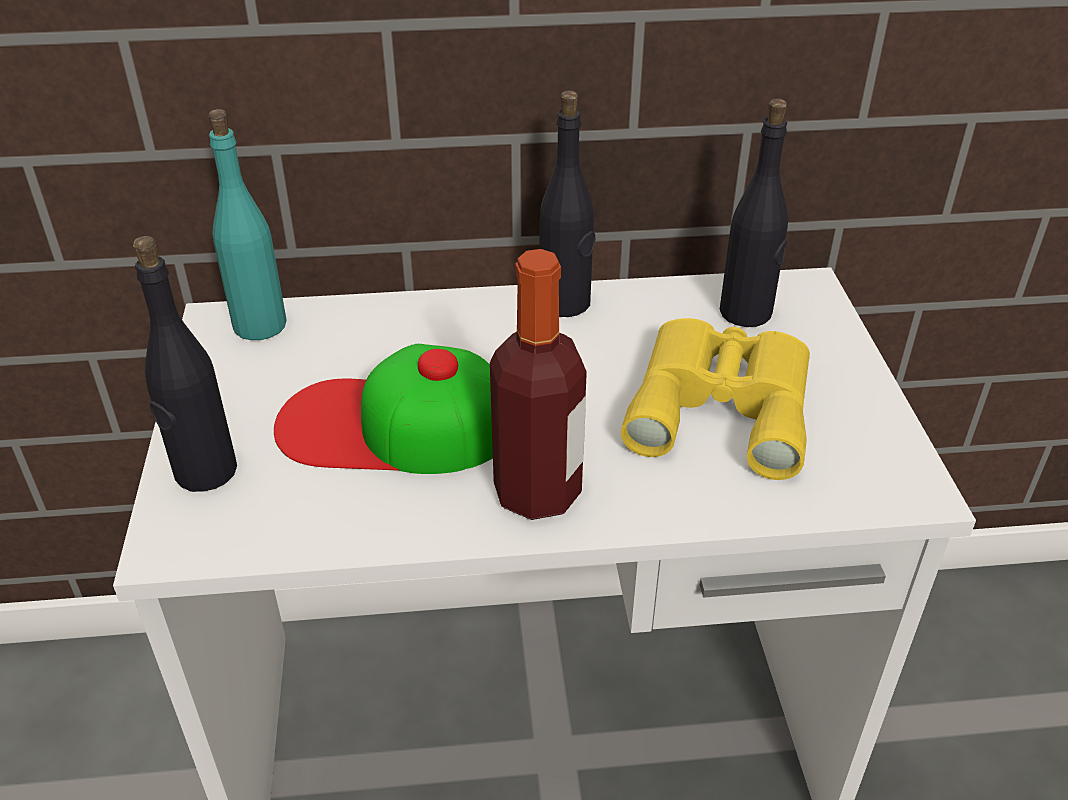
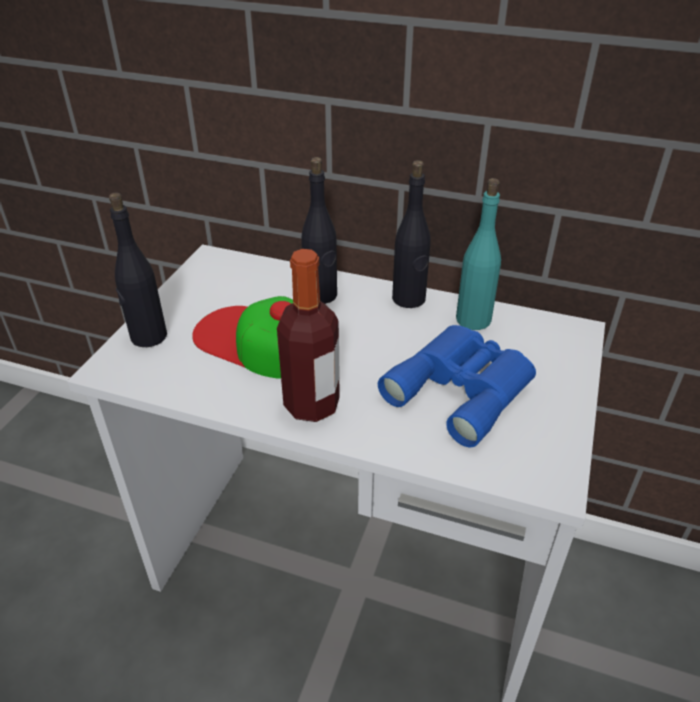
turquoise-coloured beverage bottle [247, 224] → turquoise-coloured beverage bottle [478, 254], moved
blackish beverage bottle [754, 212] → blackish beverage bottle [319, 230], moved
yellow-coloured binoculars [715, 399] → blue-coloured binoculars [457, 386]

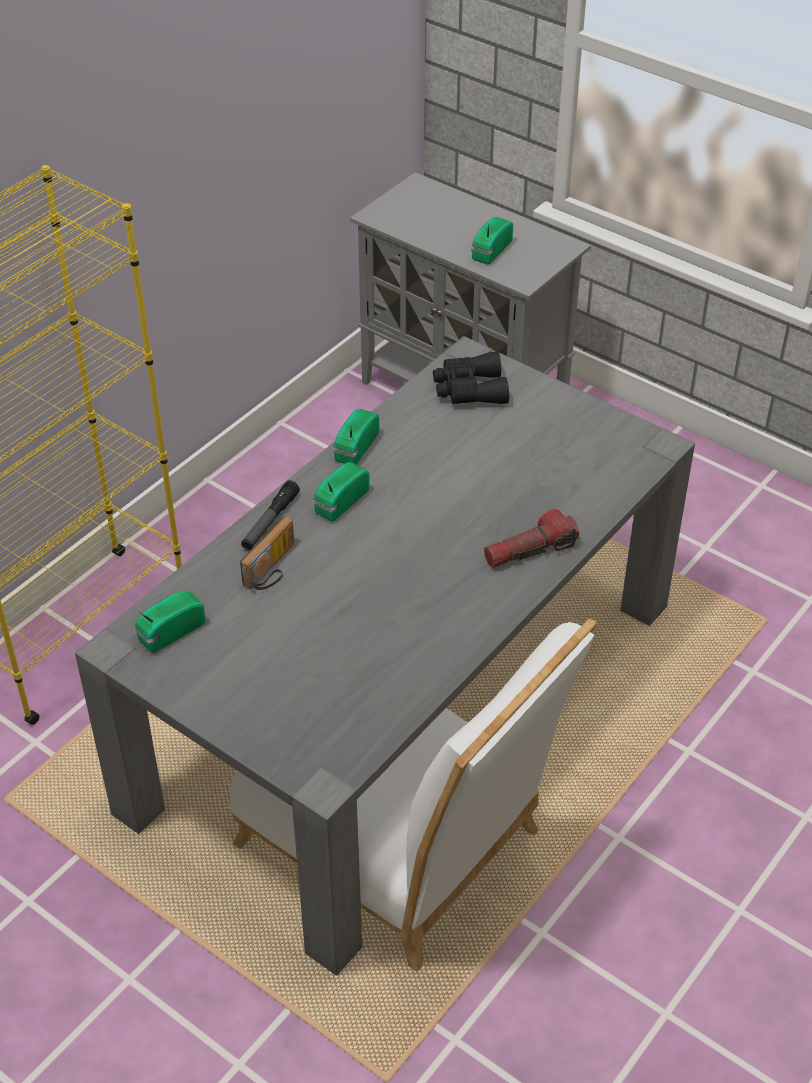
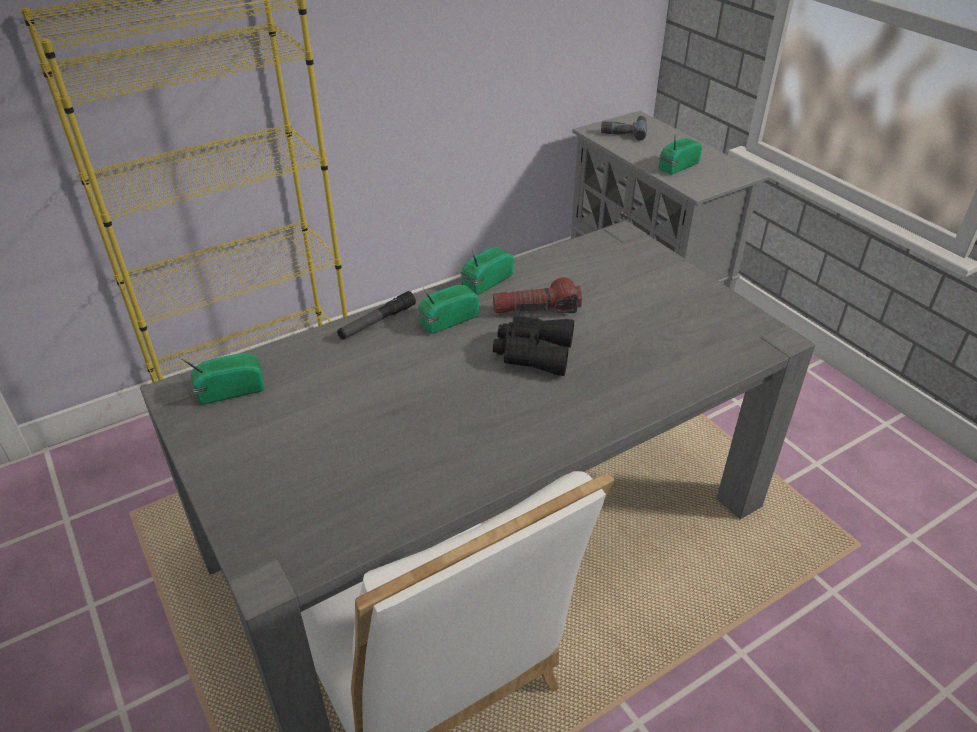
radio receiver [267, 553] → -
- → drill [624, 128]
blackish binoculars [471, 377] → blackish binoculars [533, 346], moved
hand torch [531, 538] → hand torch [537, 295], moved

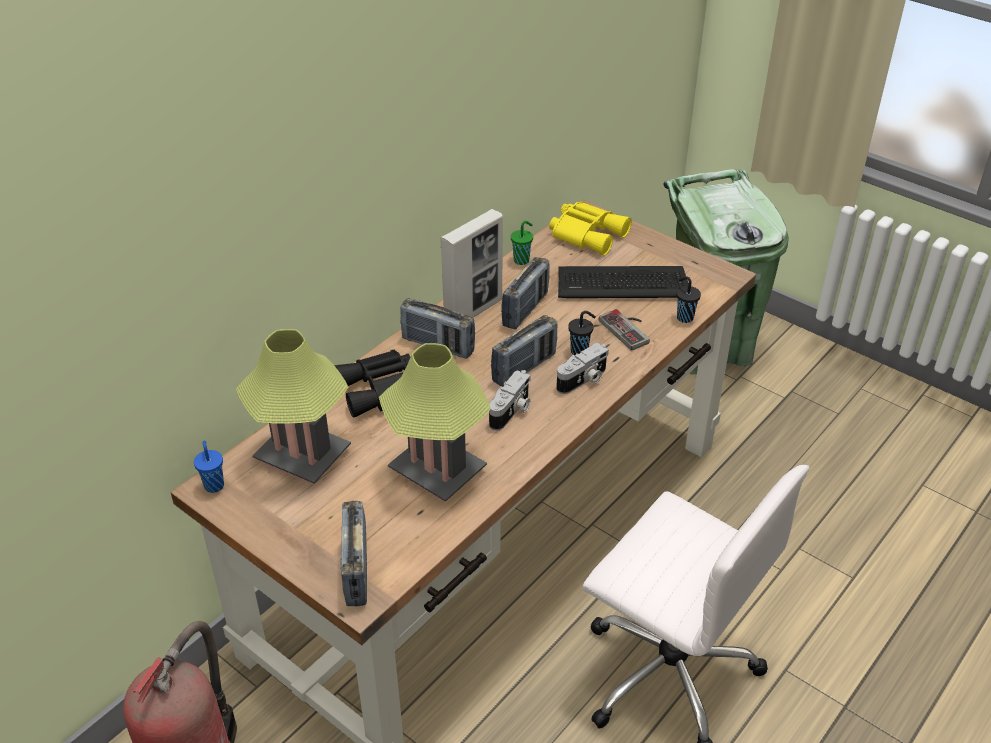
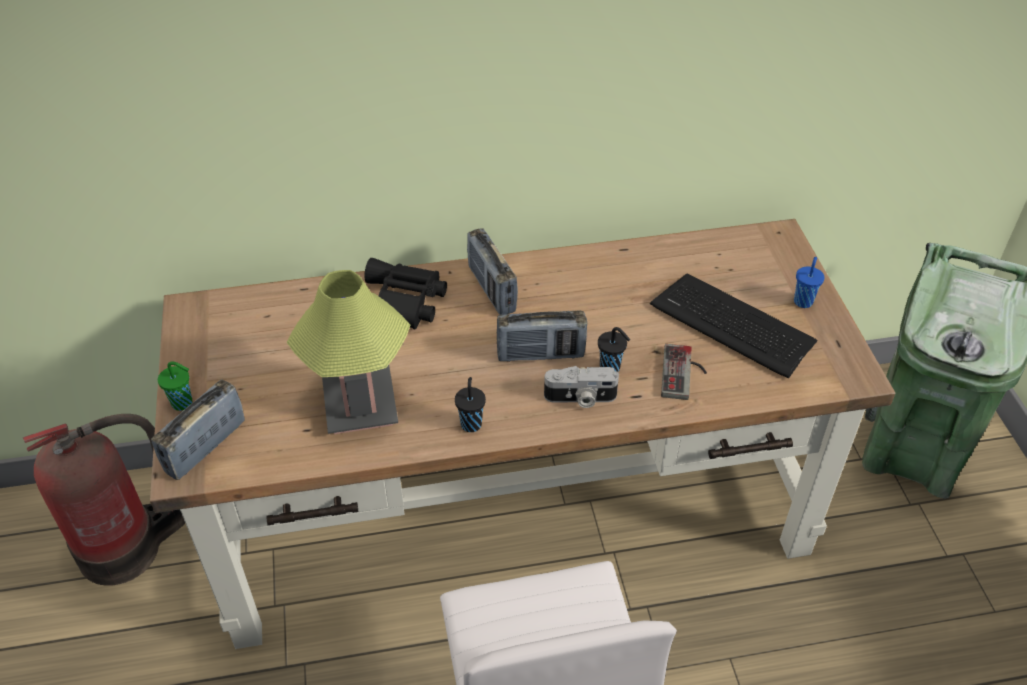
lamp for a table [293, 407] → -
photo frame [471, 263] → -
still camera [510, 400] → -
radio receiver [525, 293] → -
yellow-coloured binoculars [590, 229] → -
blue-coloured cup [209, 467] → blue-coloured cup [809, 282], moved
green-coloured cup [522, 243] → green-coloured cup [175, 386], moved
blackish cup [688, 299] → blackish cup [470, 404], moved

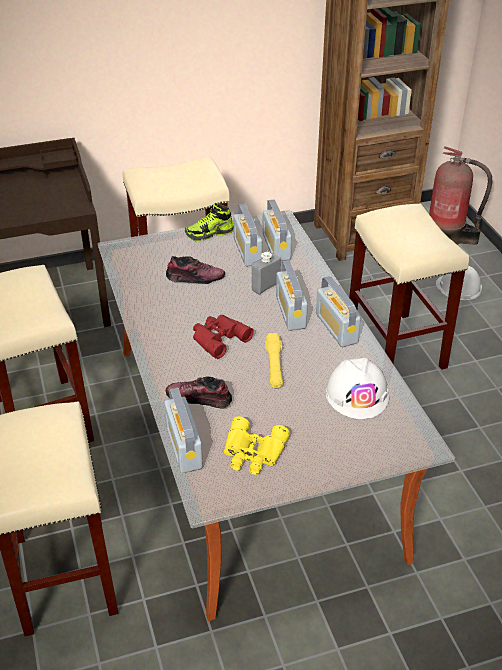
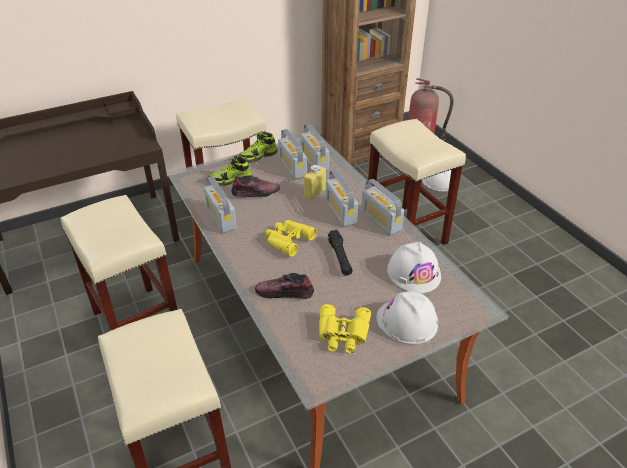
- → shoe [230, 171]
- → whitish safety helmet [407, 317]
radio receiver [183, 430] → radio receiver [220, 204], moved
reddish binoculars [223, 337] → yellow-coloured binoculars [291, 238]
gray beverage bottle [266, 273] → yellow-coloured beverage bottle [315, 183]
yellow-coloured hand torch [274, 360] → blackish hand torch [340, 253]

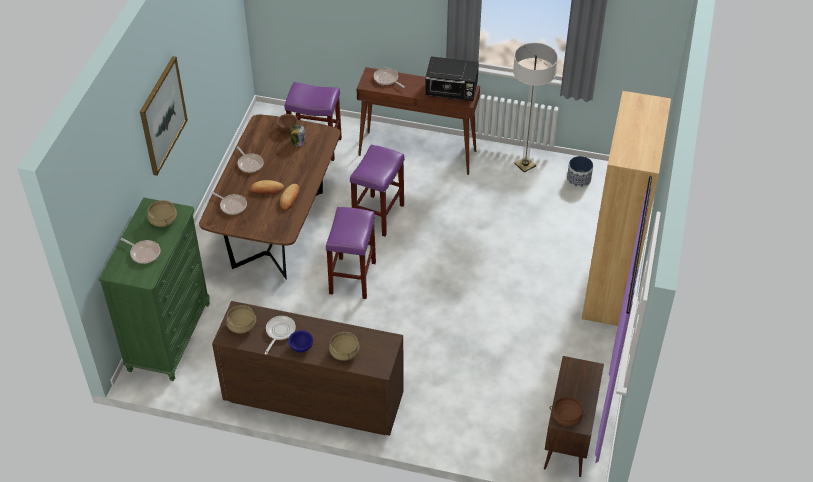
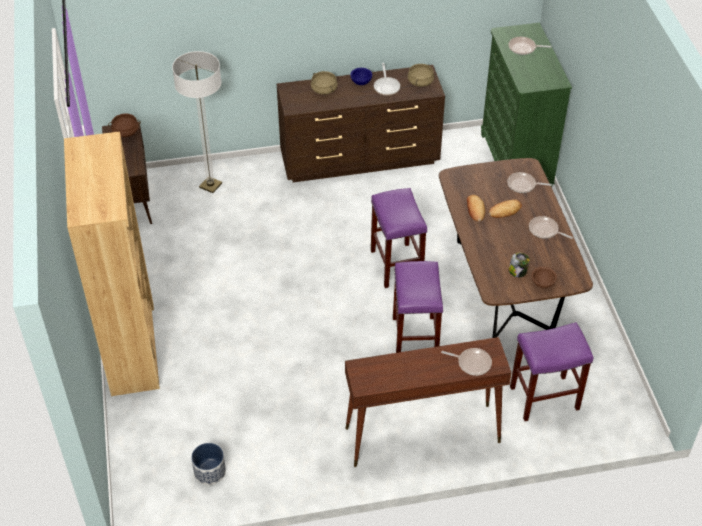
wall art [164, 116] → -
beige stockpot [162, 213] → -
blackish microwave oven [452, 79] → -
standing lamp [535, 108] → standing lamp [197, 122], moved

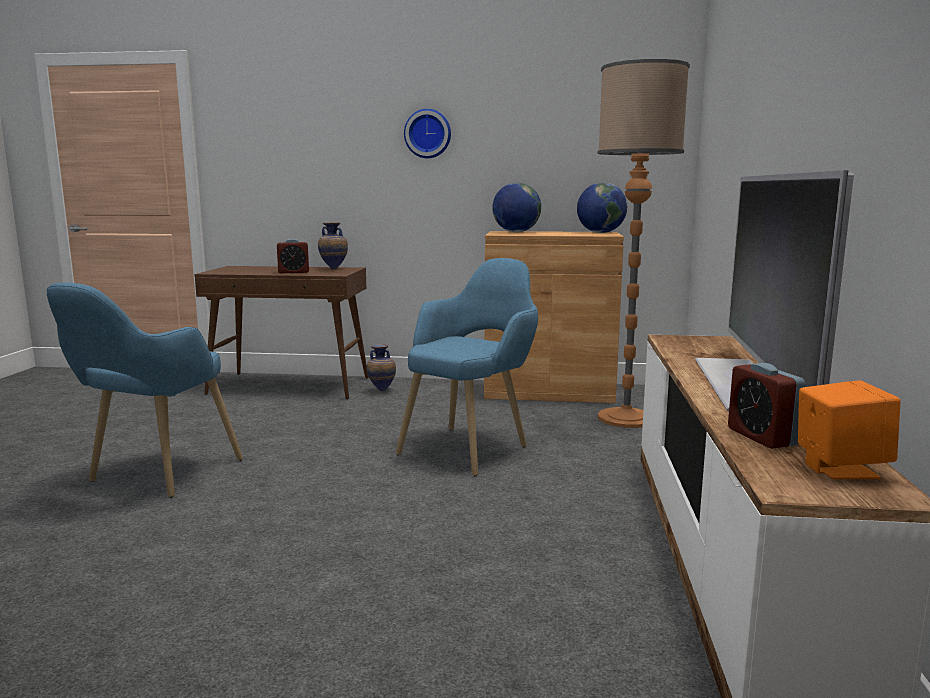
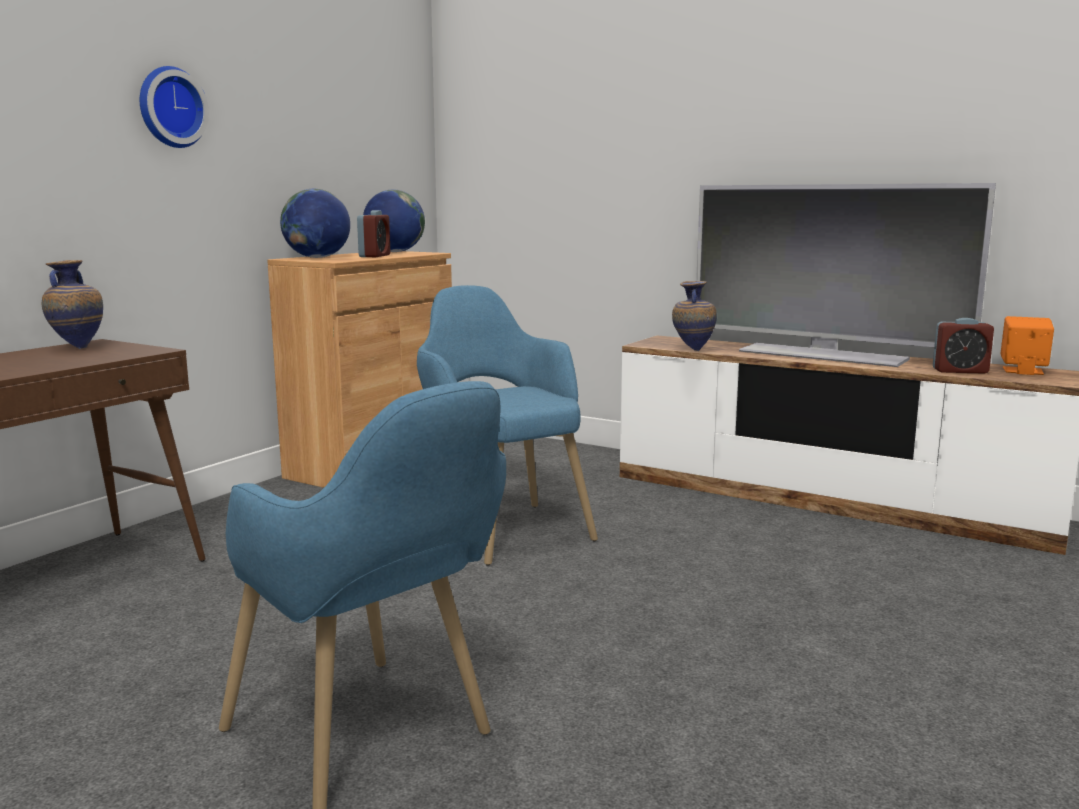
standing lamp [644, 243] → -
alarm clock [293, 256] → alarm clock [373, 233], moved
vase [381, 368] → vase [694, 316], moved

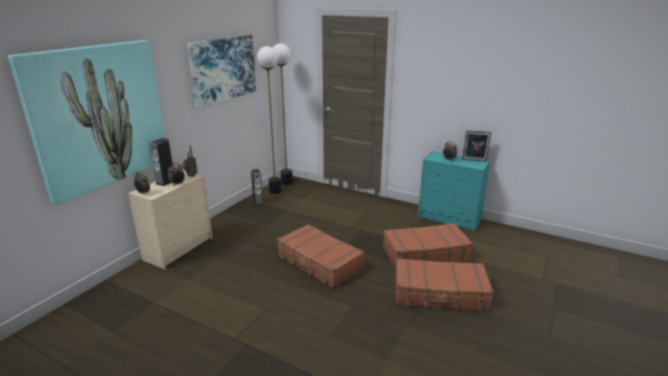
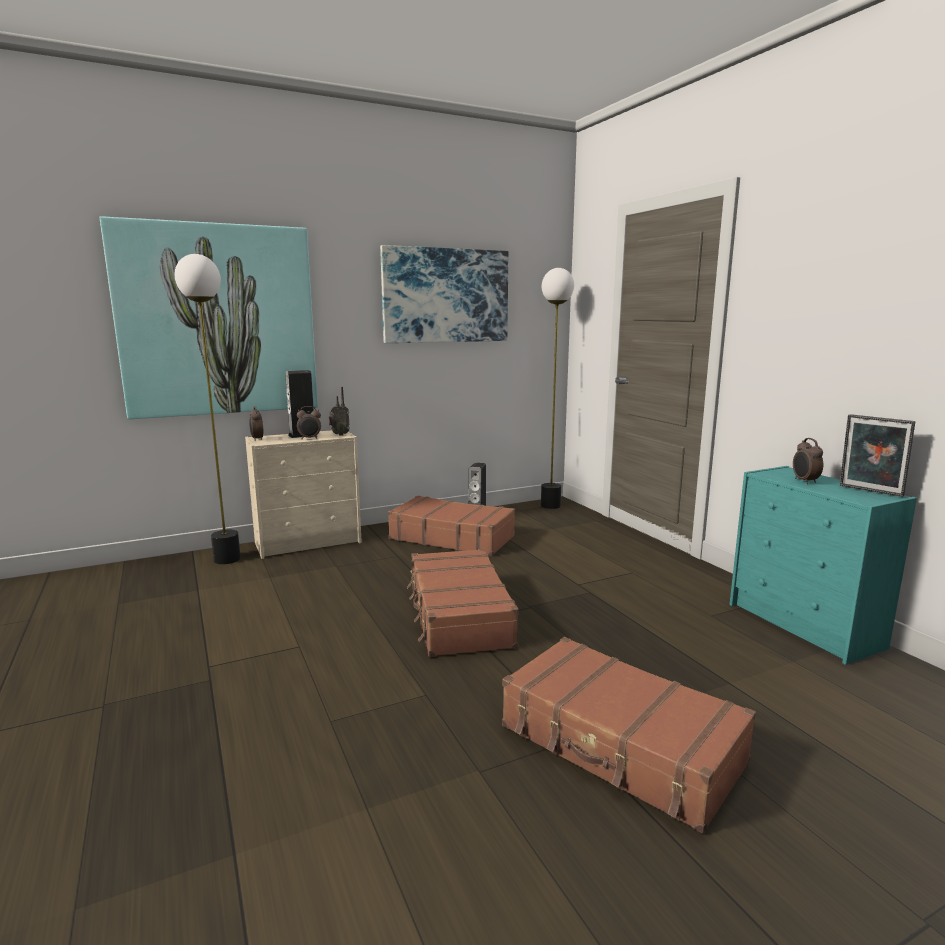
standing lamp [269, 120] → standing lamp [208, 409], moved
brown-coloured suitcase [428, 246] → brown-coloured suitcase [451, 526], moved

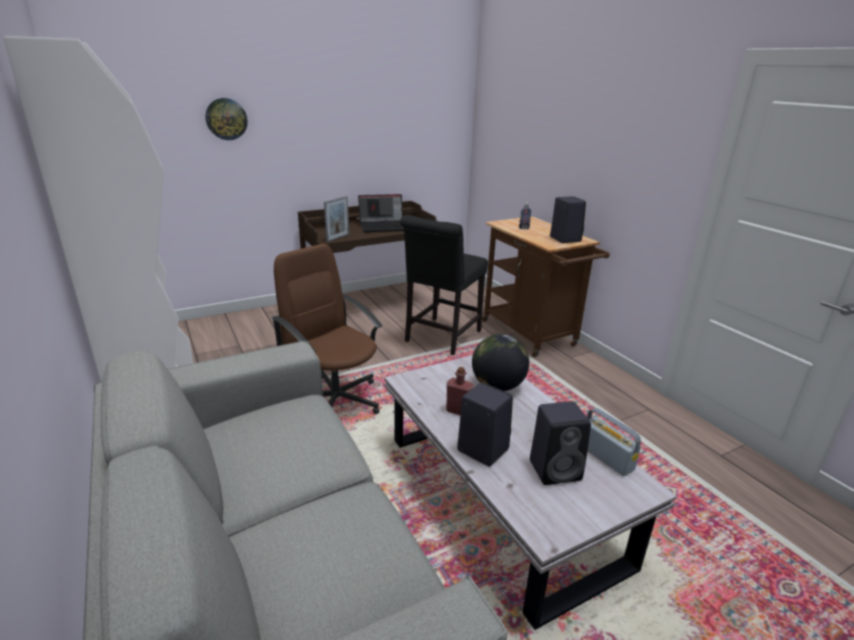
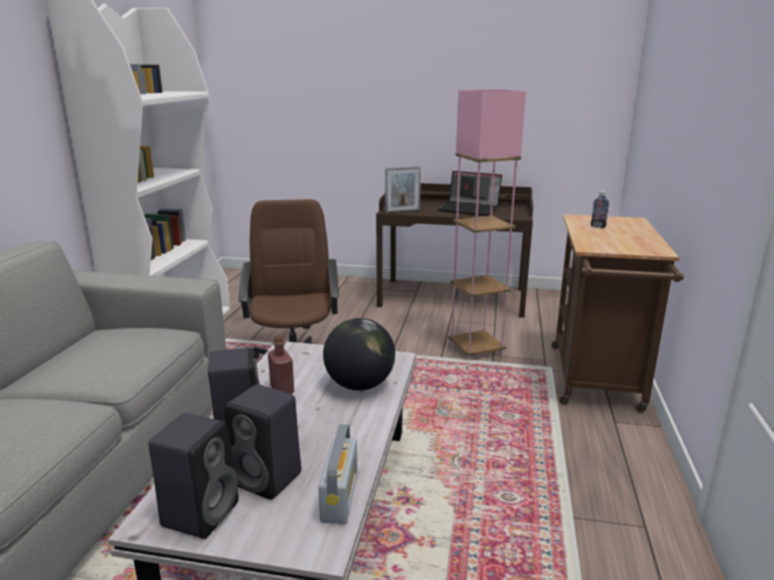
clock on the wall [226, 119] → -
blackish audio speaker [568, 219] → blackish audio speaker [194, 476], moved
blackish plain chair [444, 285] → pinkish standing lamp [487, 224]

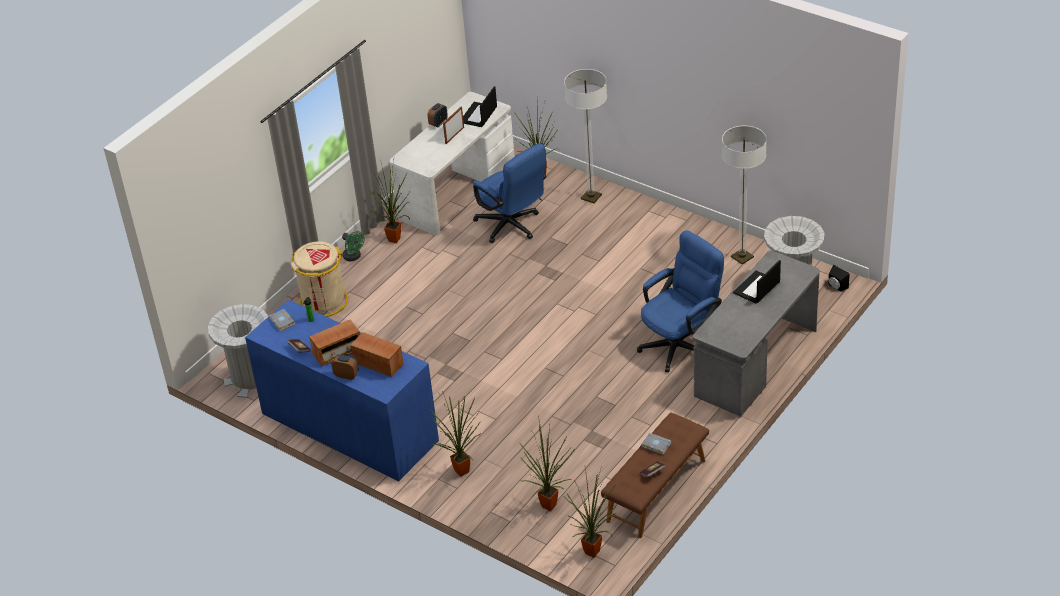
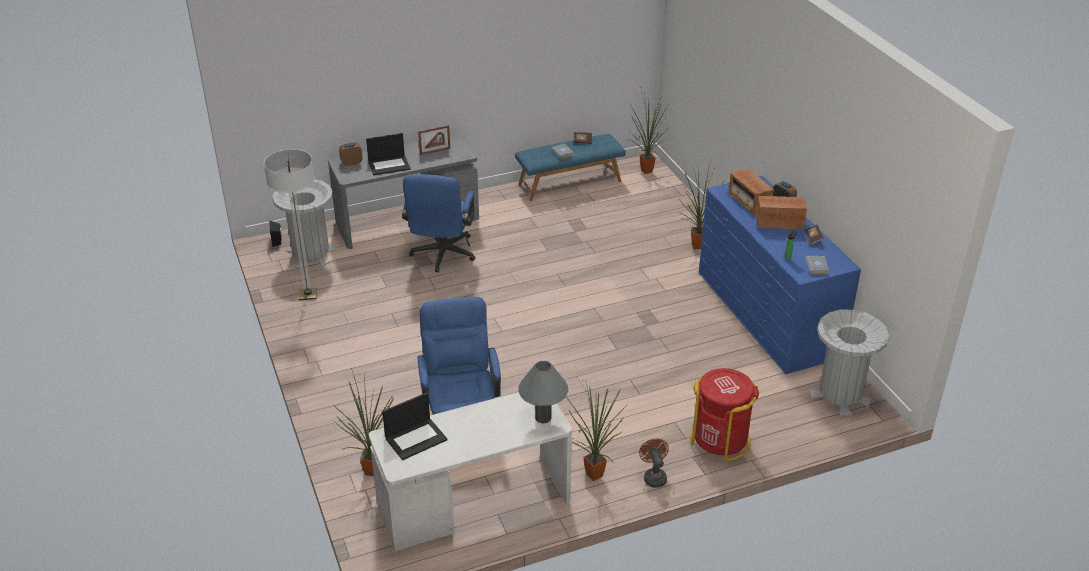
houseplant [547, 463] → -
standing lamp [585, 136] → -
- → gray lamp for a table [543, 392]
alarm clock [438, 115] → alarm clock [351, 154], moved
photo frame [453, 125] → photo frame [434, 140], moved
beige trash can [319, 279] → reddish trash can [724, 415]
green-coloured fan [353, 246] → brown-coloured fan [654, 463]
brown-coloured indoor bench [655, 475] → blue-coloured indoor bench [570, 167]
blue-coloured desk chair [680, 301] → blue-coloured desk chair [438, 223], 75 degrees counterclockwise

